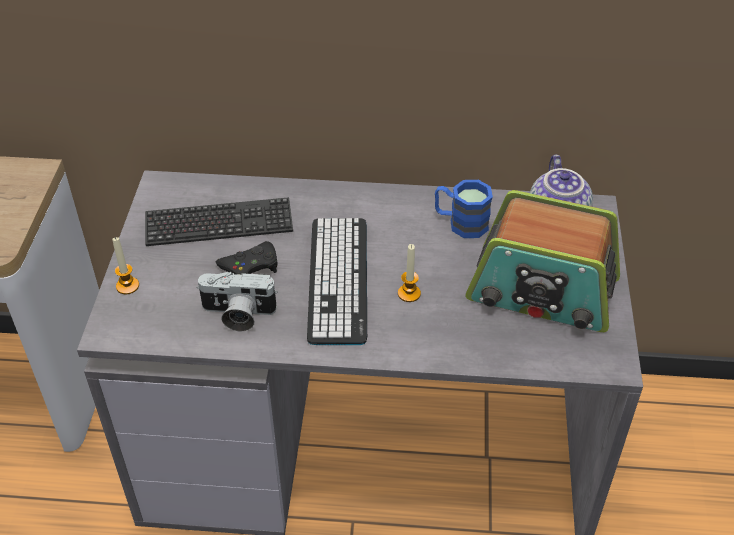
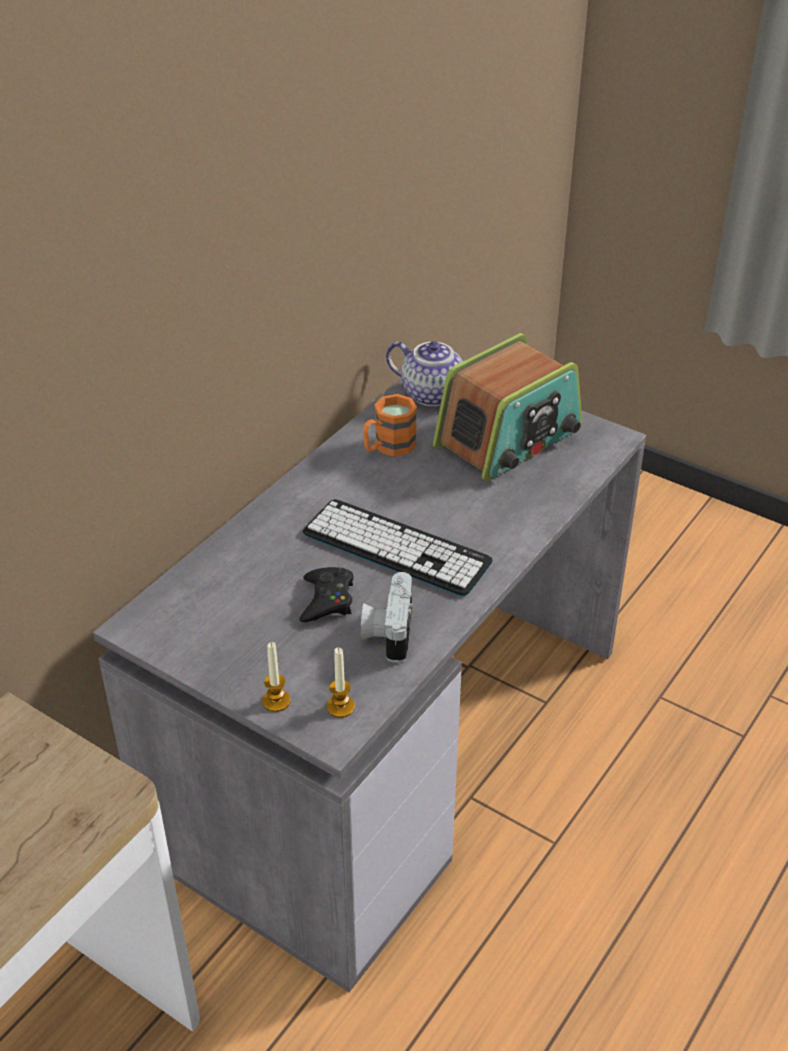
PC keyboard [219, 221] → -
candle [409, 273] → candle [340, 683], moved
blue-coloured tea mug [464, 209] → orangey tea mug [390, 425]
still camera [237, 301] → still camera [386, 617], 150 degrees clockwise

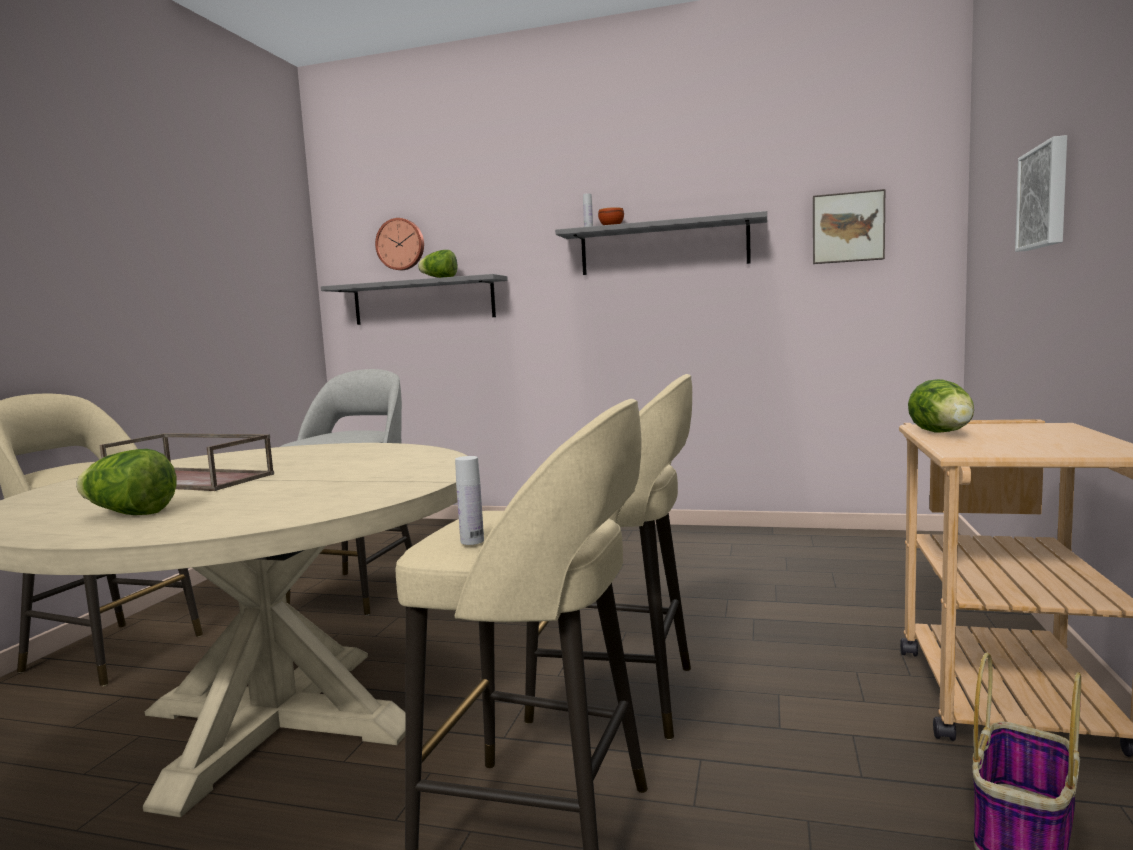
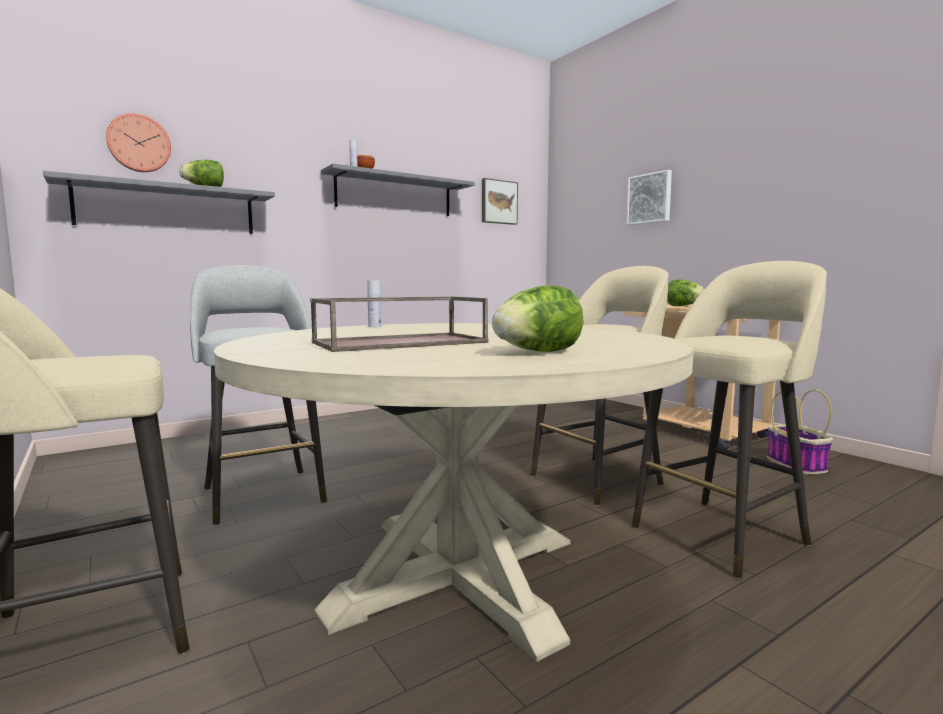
whitish beverage bottle [469, 500] → whitish beverage bottle [374, 303], moved

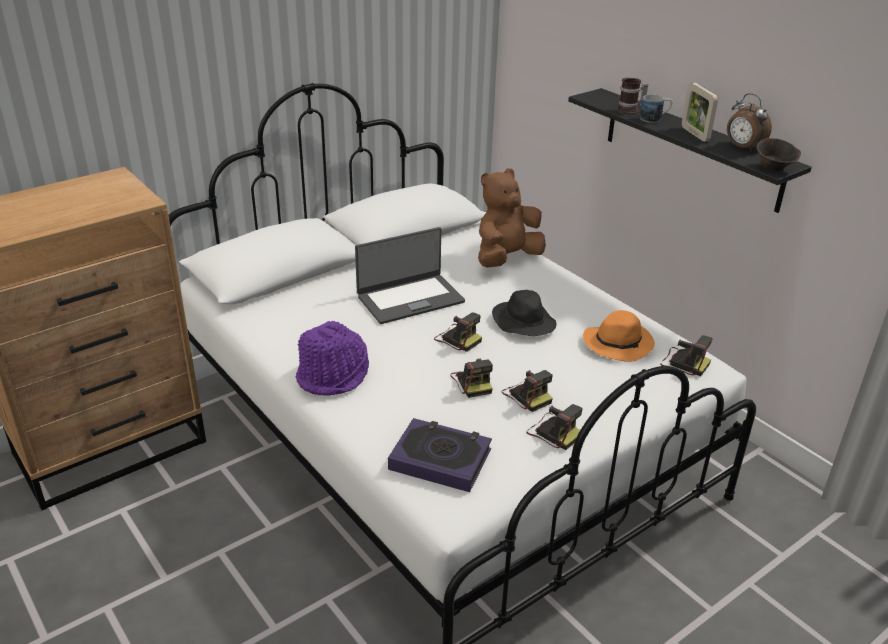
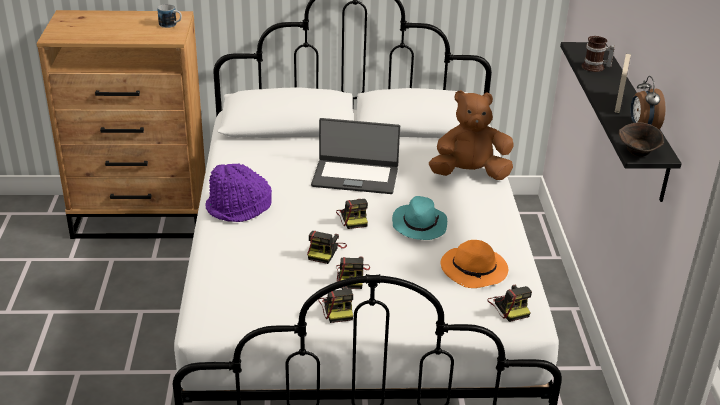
book [440, 455] → -
tea mug [656, 108] → tea mug [169, 16], moved
blackish hat [524, 313] → turquoise-coloured hat [419, 218]

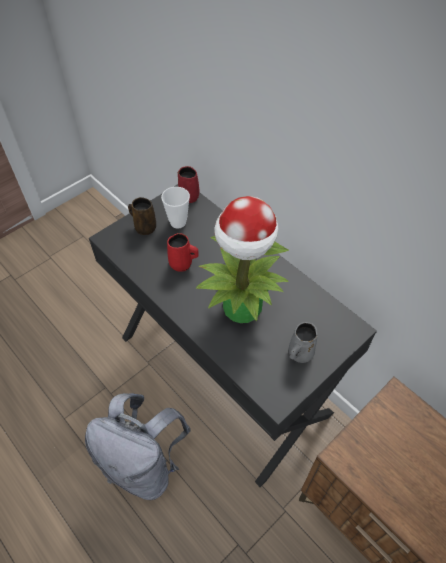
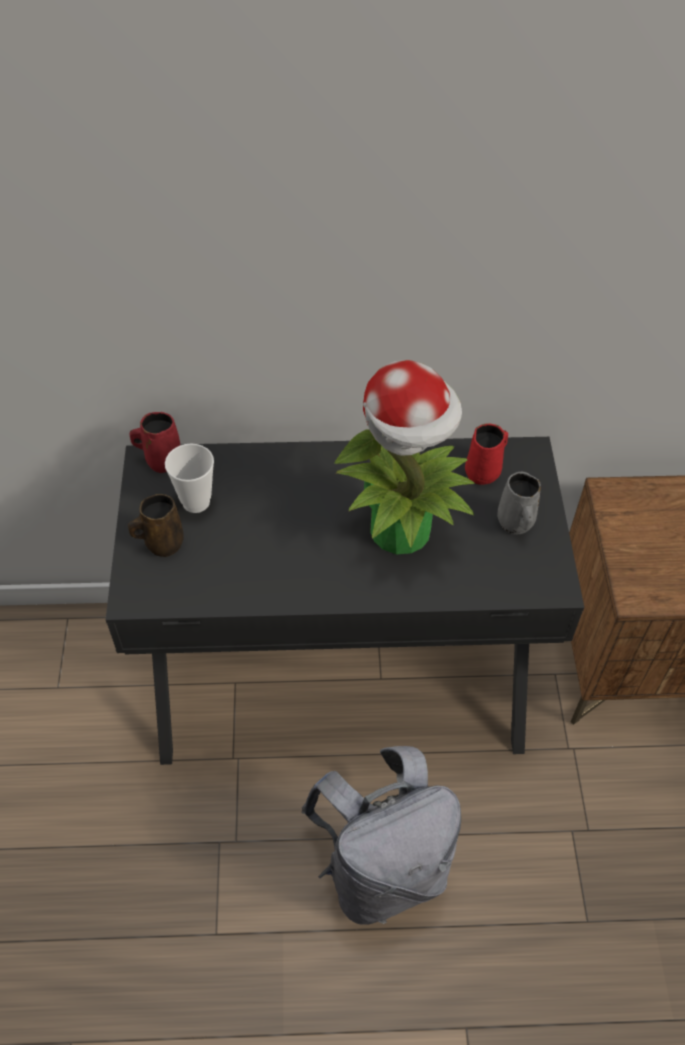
reddish tea mug [183, 252] → reddish tea mug [486, 454], moved

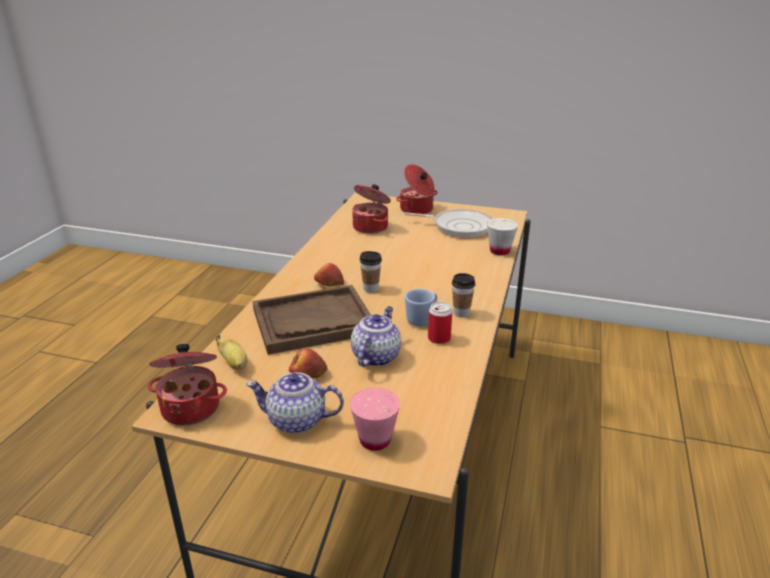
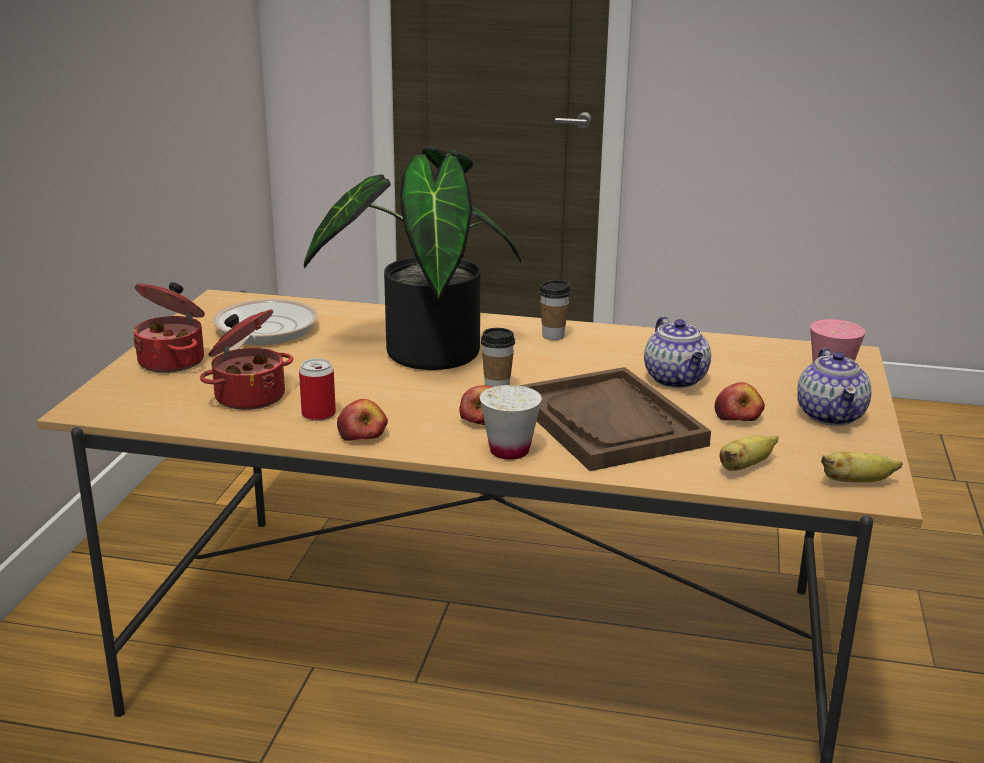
blue-coloured tea mug [421, 308] → -
- → houseplant [412, 258]
- → apple fruit [362, 420]
sealed can [440, 323] → sealed can [317, 389], moved
whitish cup [502, 236] → whitish cup [511, 422], moved
stockpot [187, 385] → banana [862, 467]
tea pot [376, 336] → tea pot [677, 352], 120 degrees counterclockwise

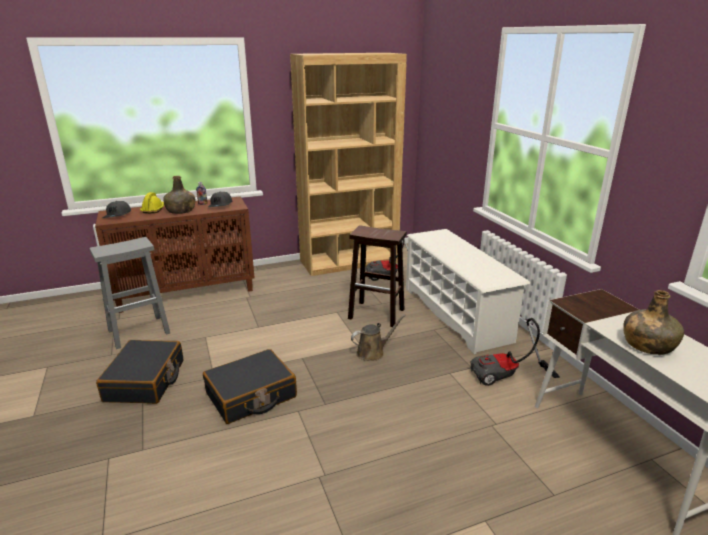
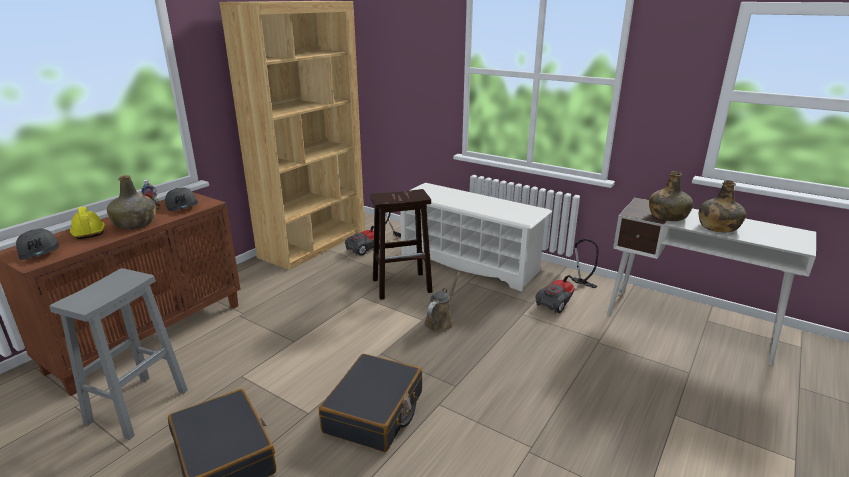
- → green-coloured beverage bottle [671, 196]

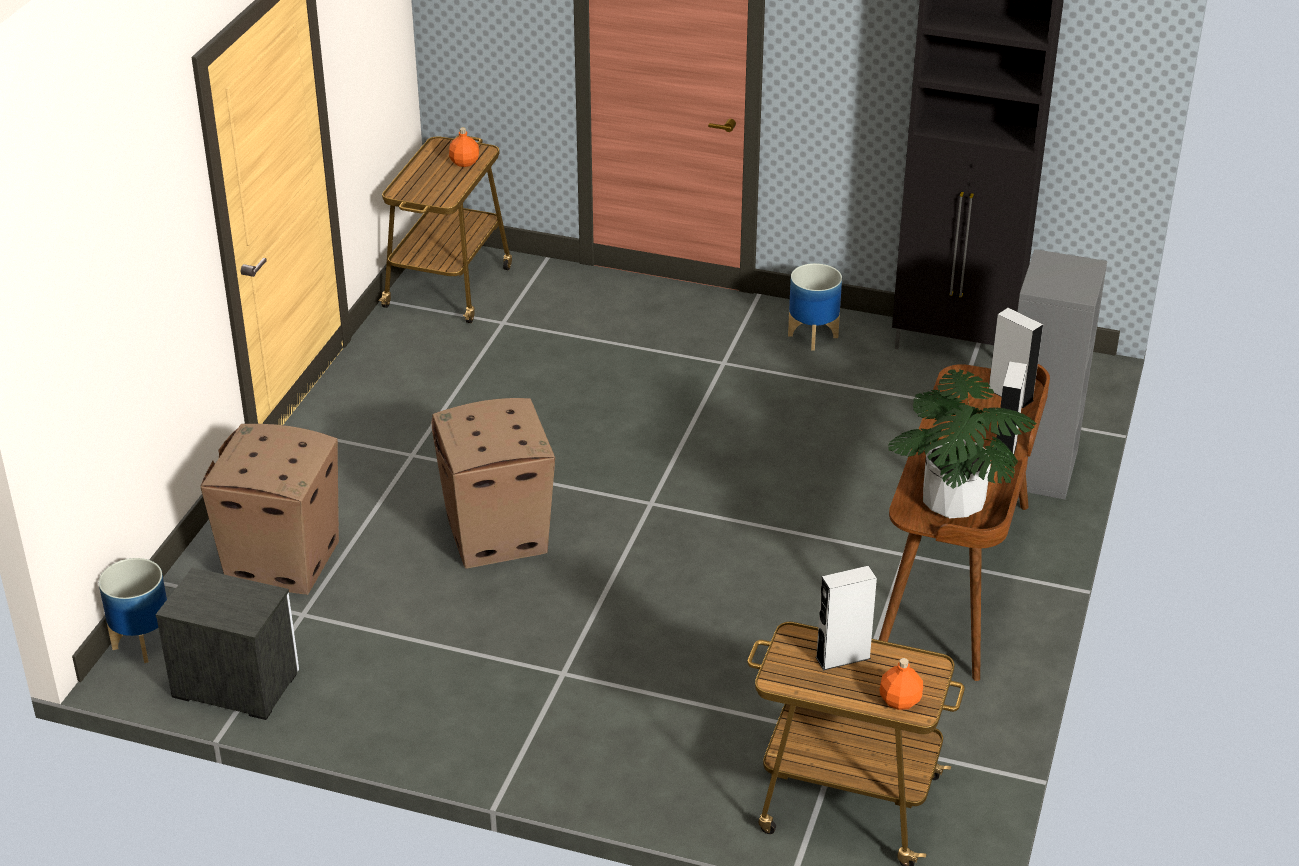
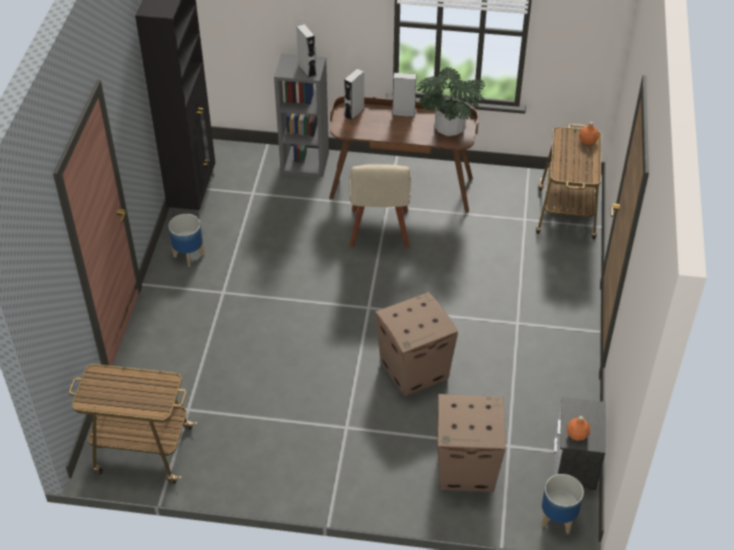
- → beige plain chair [380, 206]
orangey beverage bottle [464, 147] → orangey beverage bottle [578, 428], moved
gray audio speaker [846, 617] → gray audio speaker [306, 51], moved

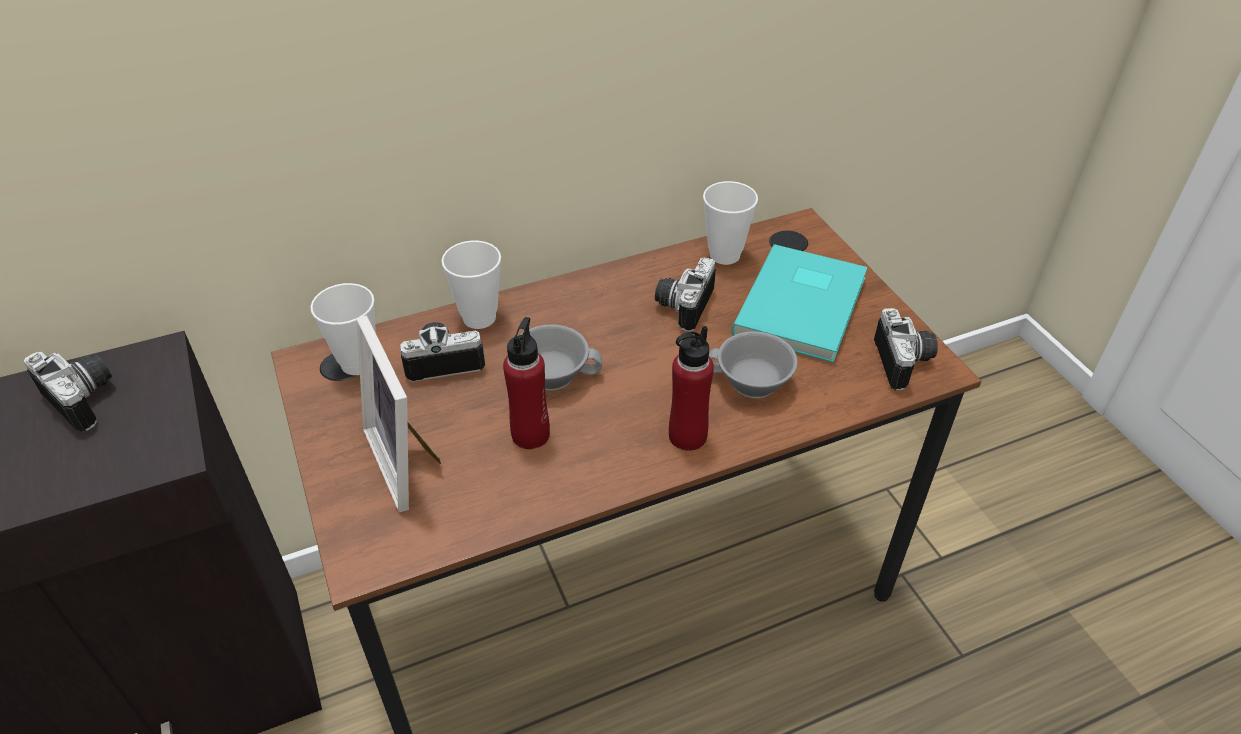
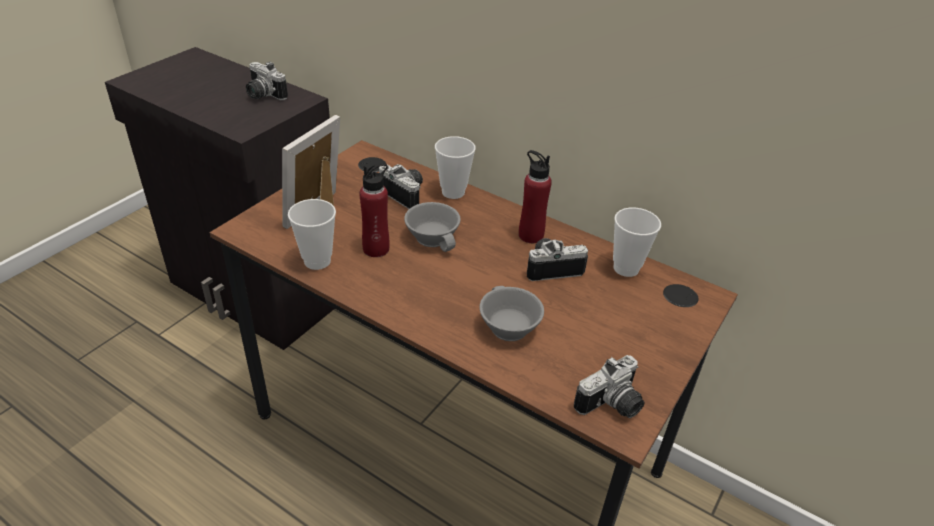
turquoise-coloured book [800, 303] → -
cup [343, 329] → cup [312, 234], moved
reddish beverage bottle [691, 388] → reddish beverage bottle [535, 196], moved
still camera [67, 392] → still camera [267, 81], 120 degrees clockwise

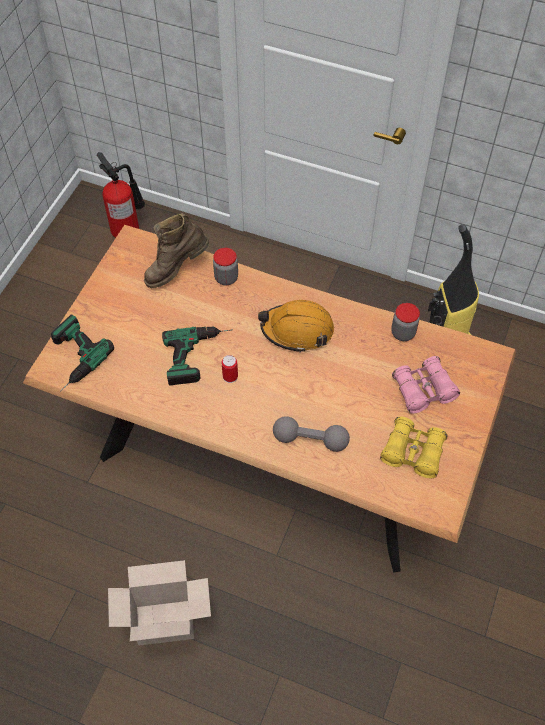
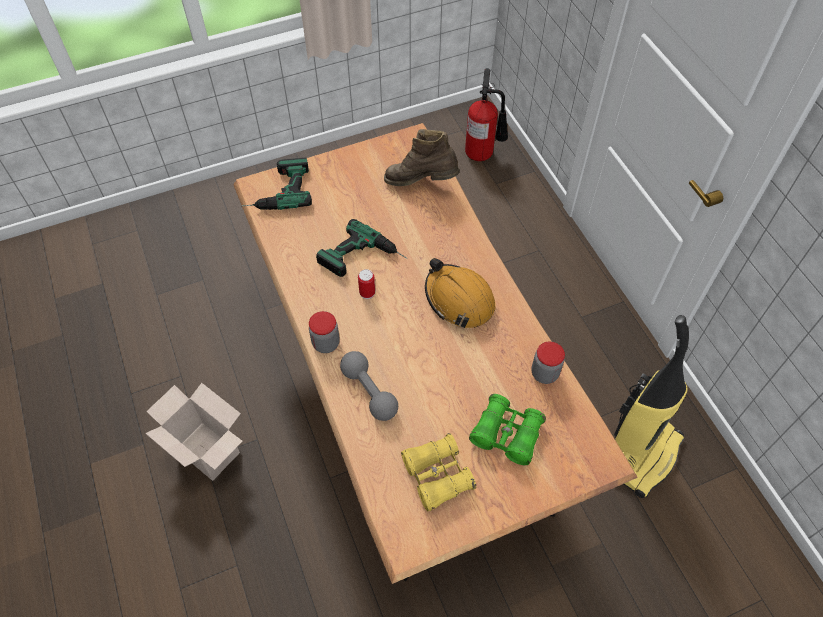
preserve jar [225, 266] → preserve jar [324, 332], moved
pinkish binoculars [426, 385] → green-coloured binoculars [507, 429]

